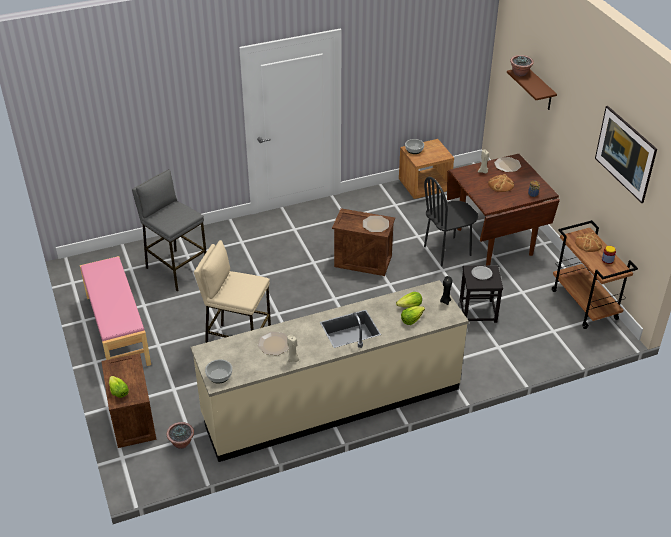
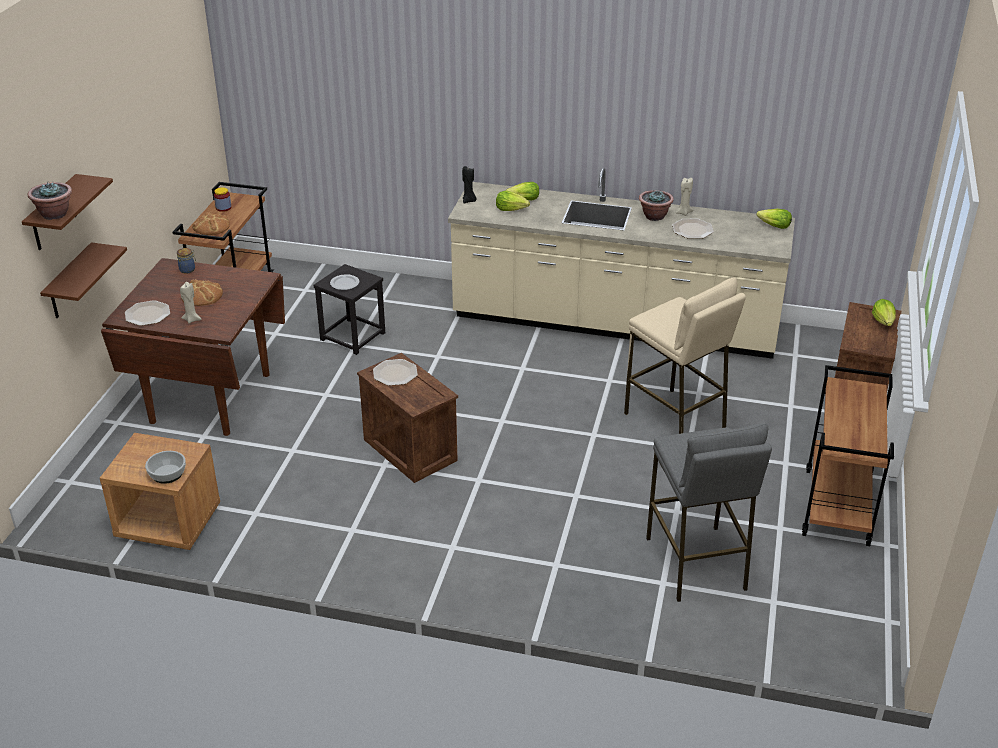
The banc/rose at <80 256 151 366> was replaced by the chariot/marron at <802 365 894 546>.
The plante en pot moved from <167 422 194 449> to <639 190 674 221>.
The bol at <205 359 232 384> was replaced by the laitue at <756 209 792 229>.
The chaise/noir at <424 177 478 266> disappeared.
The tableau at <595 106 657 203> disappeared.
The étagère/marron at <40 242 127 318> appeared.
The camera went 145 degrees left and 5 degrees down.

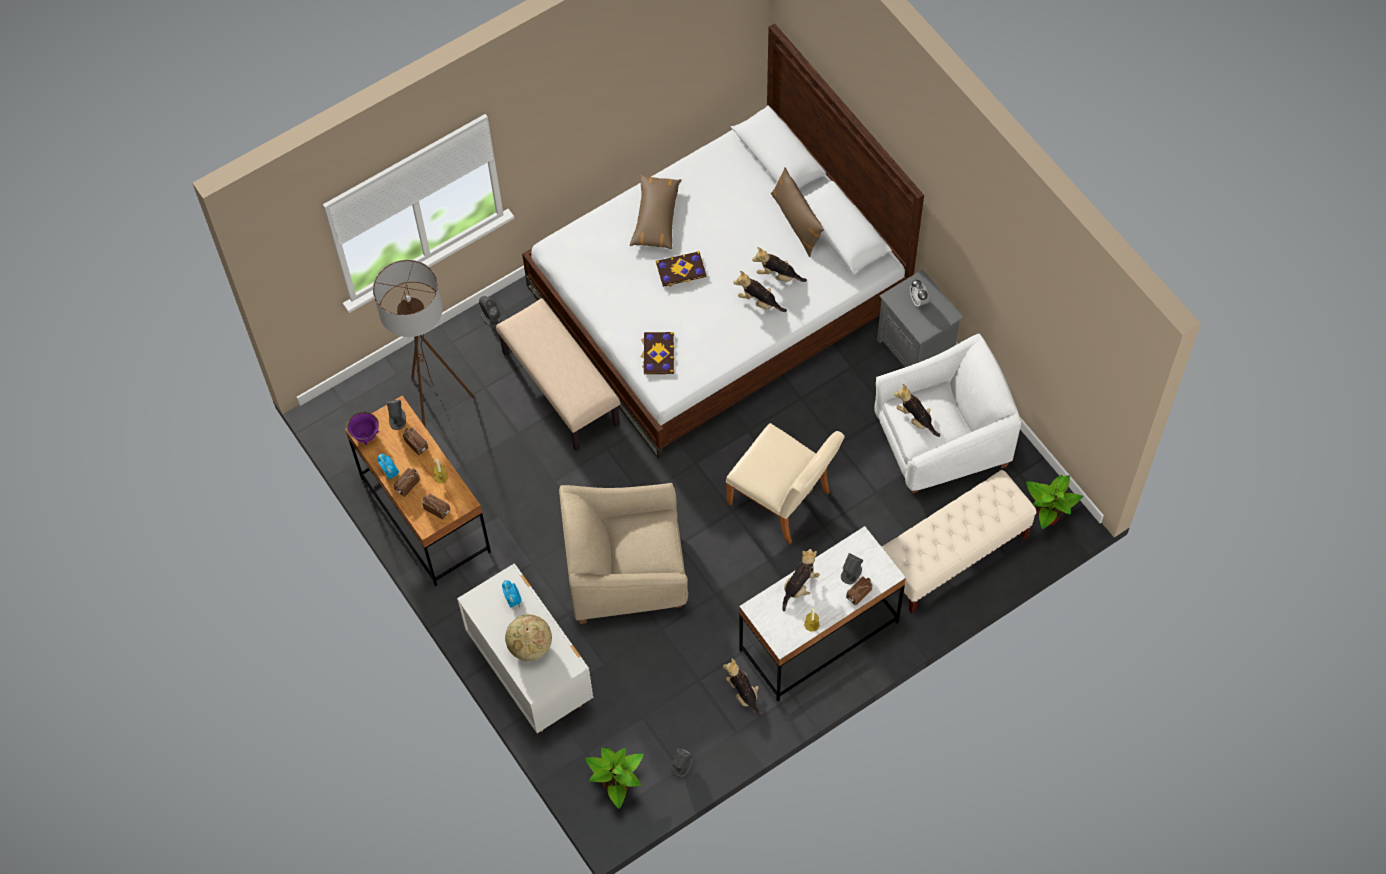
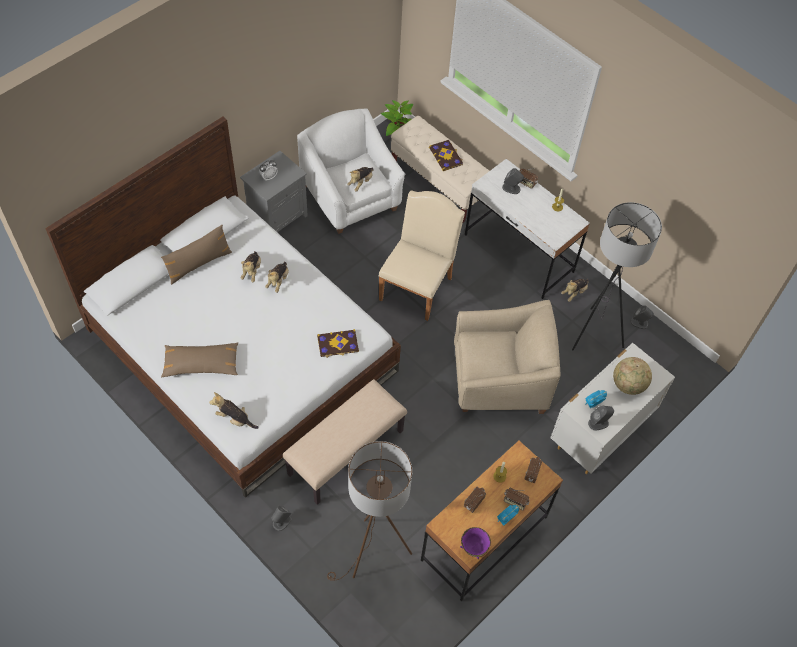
The enceinte/gris moved from <387 400 406 430> to <588 406 614 430>.
The fauteuil/beige at <559 483 688 624> turned 75 degrees counterclockwise.
The plante en pot at <585 747 644 809> disappeared.
The livre moved from <656 251 707 287> to <429 140 463 171>.
The peluche moved from <782 549 819 611> to <209 392 259 429>.
The lampadaire/gris at <572 202 662 350> appeared.
The camera went 105 degrees left and 5 degrees down.

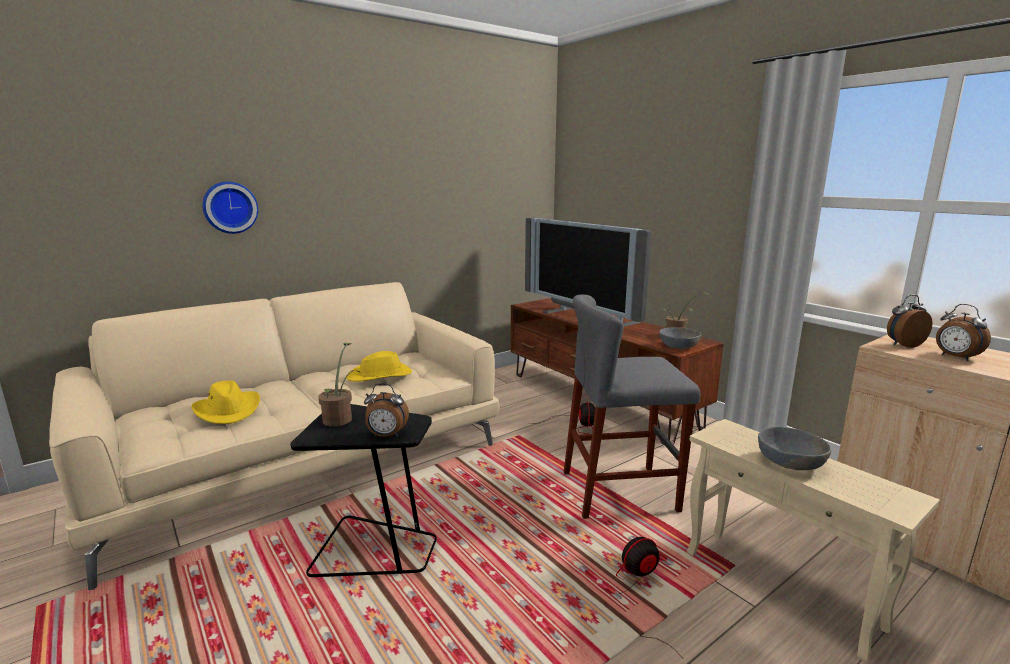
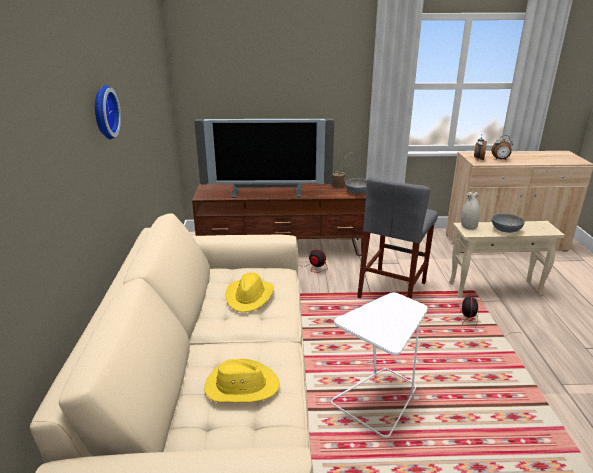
The horloge murale moved from <202 182 258 234> to <95 85 121 140>.
The table d'appoint/noir at <290 404 437 577> became the table d'appoint/blanc at <331 292 428 438>.
The plante en pot at <319 343 360 427> disappeared.
The réveil at <364 383 409 437> disappeared.
The vase/blanc at <461 192 480 230> appeared.
The camera went 55 degrees left and 10 degrees up.

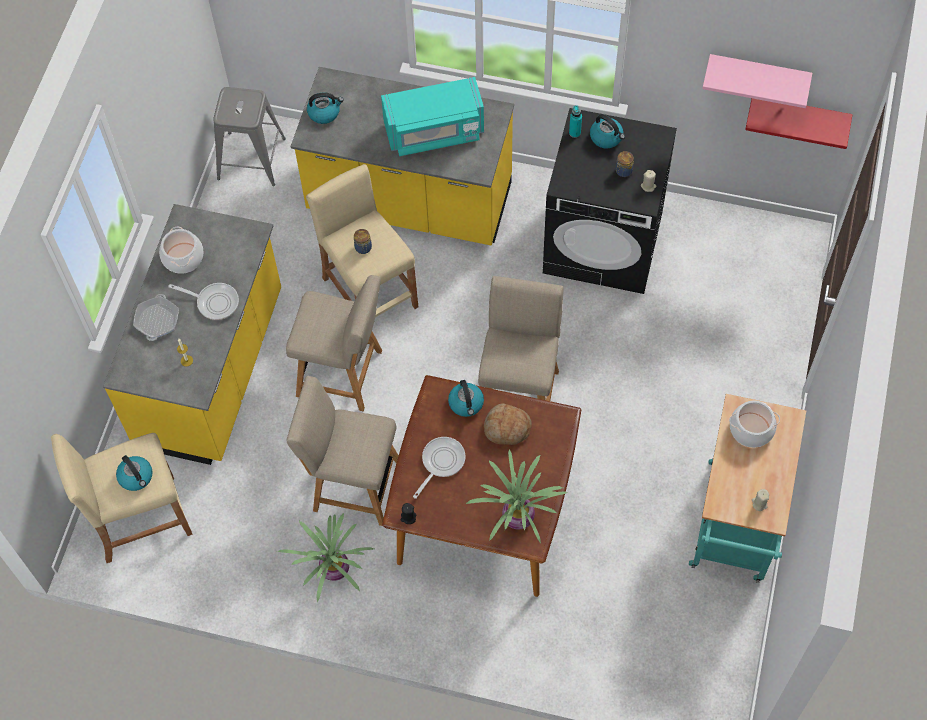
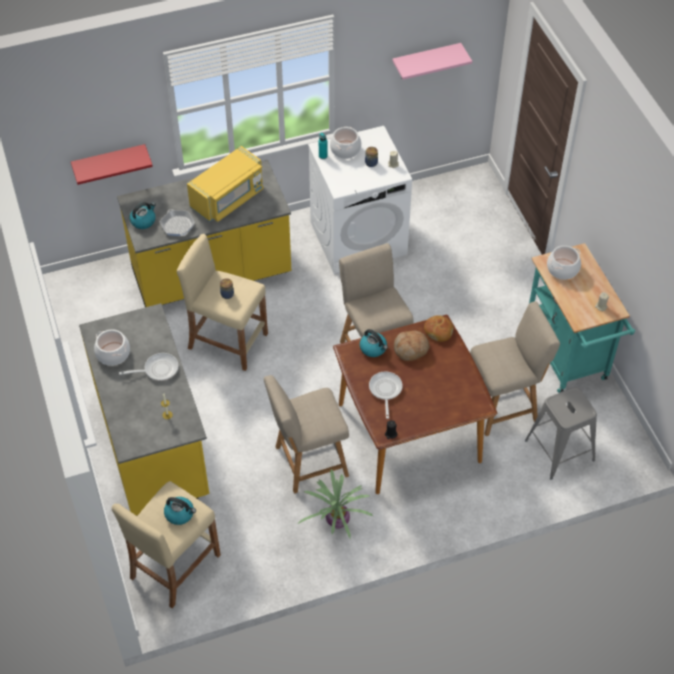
The poêle moved from <133 294 179 341> to <160 209 195 236>.
The tabouret/gris moved from <213 87 286 186> to <525 387 597 480>.
The chaise/beige moved from <286 275 382 411> to <470 301 560 436>.
The micro-ondes/turquoise at <381 77 484 156> became the micro-ondes/jaune at <187 146 264 222>.
The plante en pot at <466 450 568 543> disappeared.
The lave-linge/noir at <543 108 677 294> became the lave-linge/blanc at <308 126 412 274>.
The bouilloire at <590 114 625 149> was replaced by the marmite at <330 126 361 159>.
The étagère/rouge moved from <745 98 853 149> to <71 144 153 185>.
The pain at <424 315 453 342> appeared.
The camera went 35 degrees left and 10 degrees down.

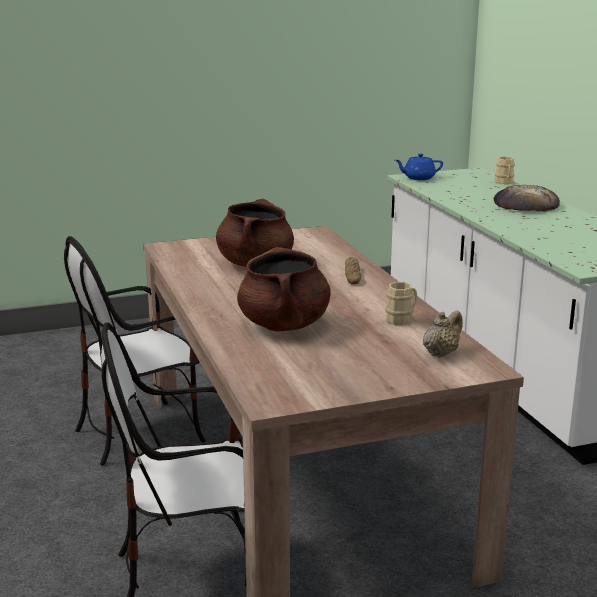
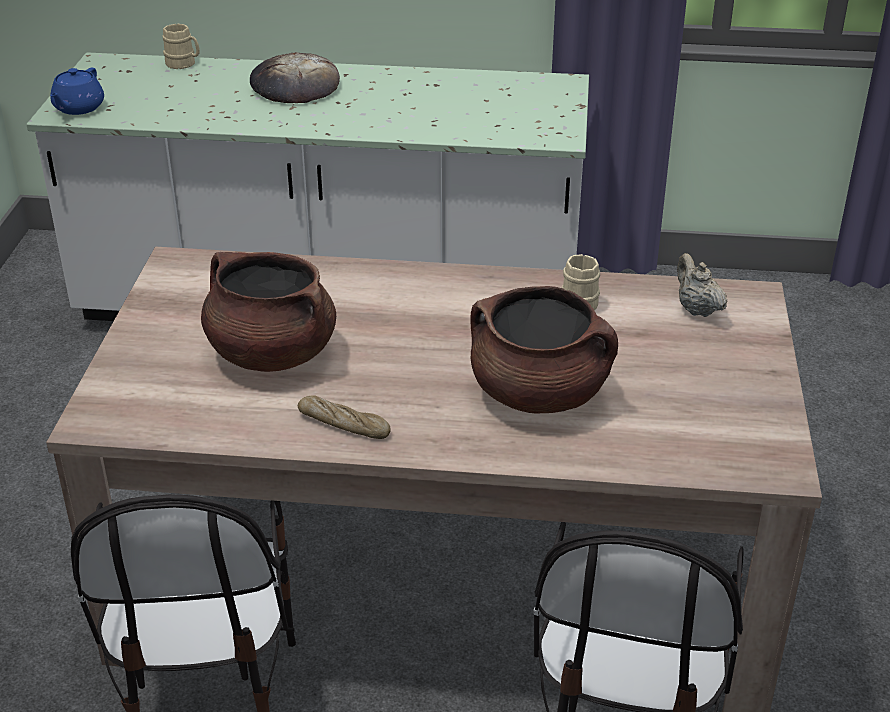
The pain moved from <345 257 361 285> to <298 396 391 439>.
The camera went 65 degrees left and 15 degrees up.

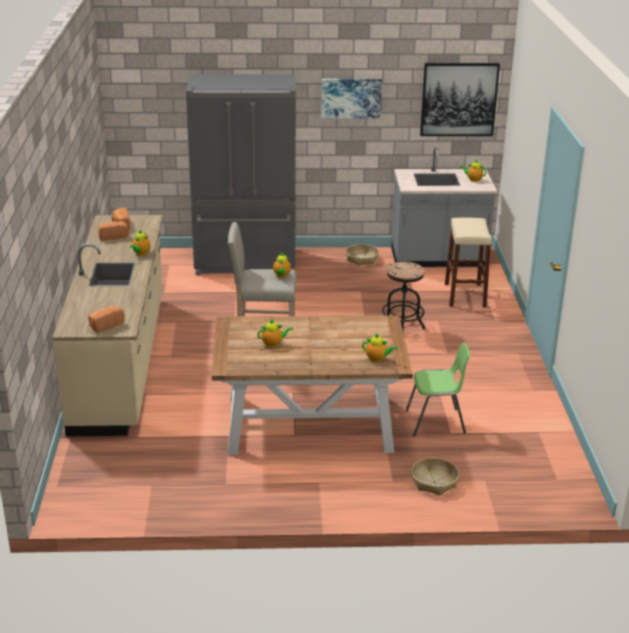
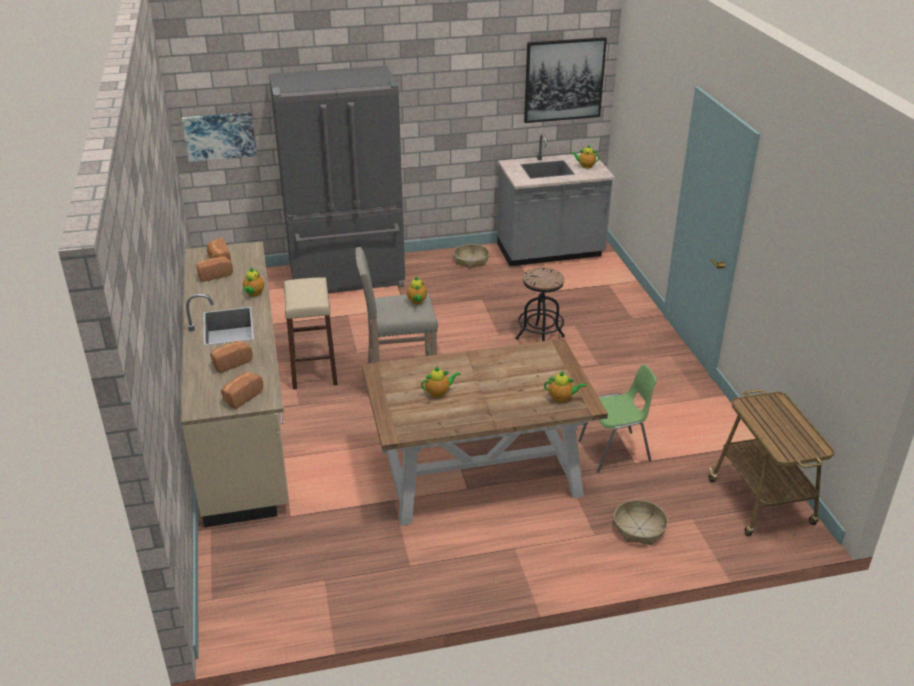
The tableau moved from <321 79 382 119> to <182 112 257 162>.
The tabouret/beige moved from <445 218 492 307> to <284 278 338 390>.
The pain at <210 341 253 373> appeared.
The chariot at <709 389 835 536> appeared.
The camera went 10 degrees left and 5 degrees up.

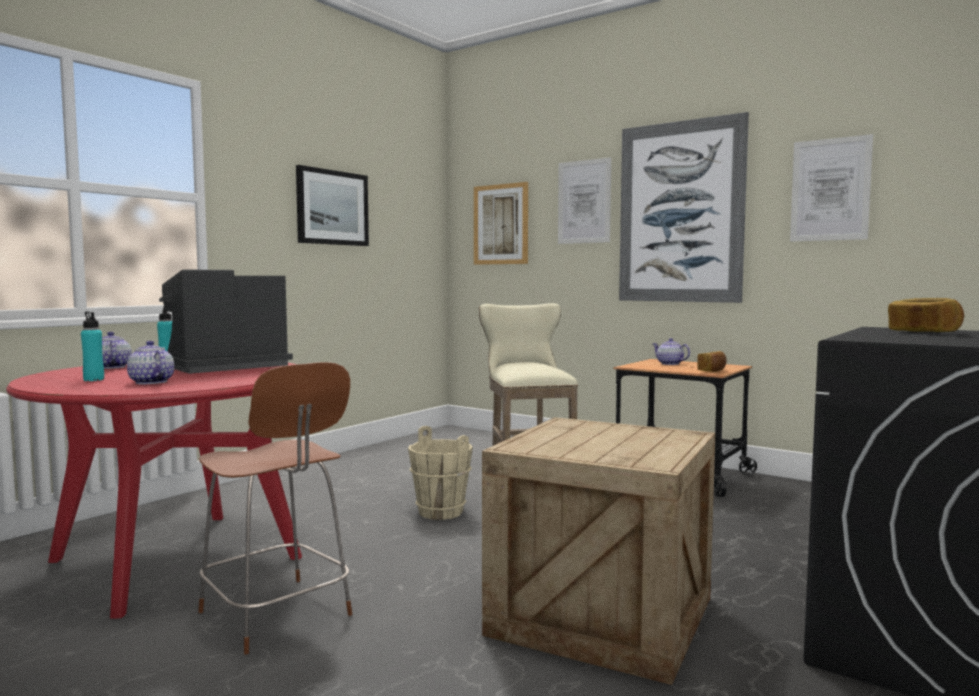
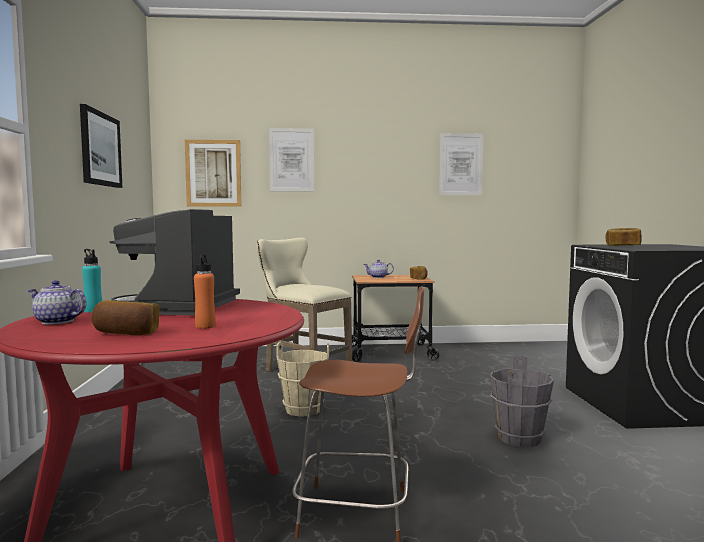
The bouteille/turquoise at <81 312 104 381> was replaced by the pain at <91 300 160 335>.
The théière at <127 341 174 384> was replaced by the bouteille/orange at <194 254 216 329>.
The caisse at <482 417 715 685> was replaced by the seau/gris at <490 355 554 447>.
The tableau at <619 112 749 303> disappeared.
The camera went 40 degrees left and 0 degrees up.

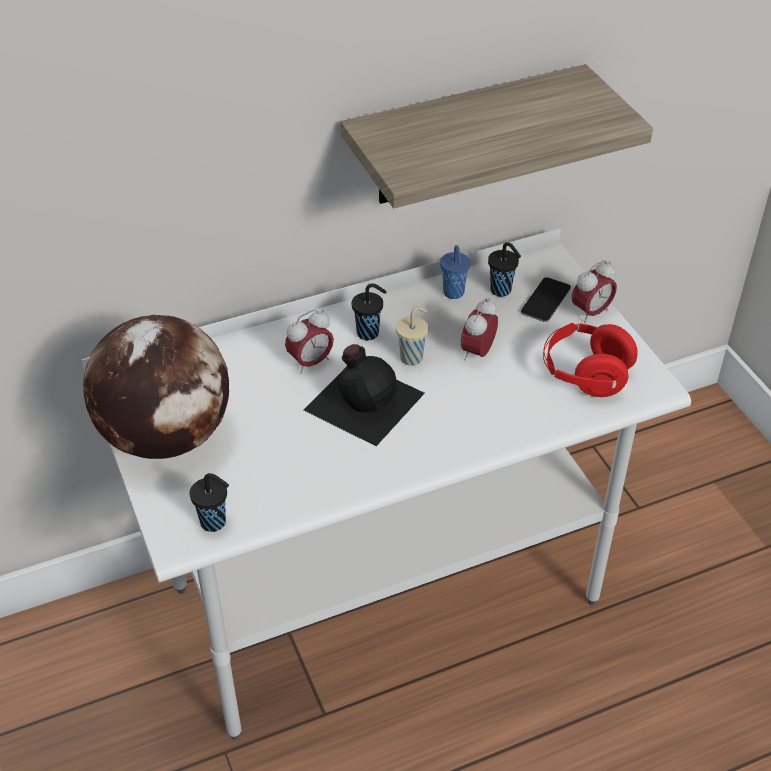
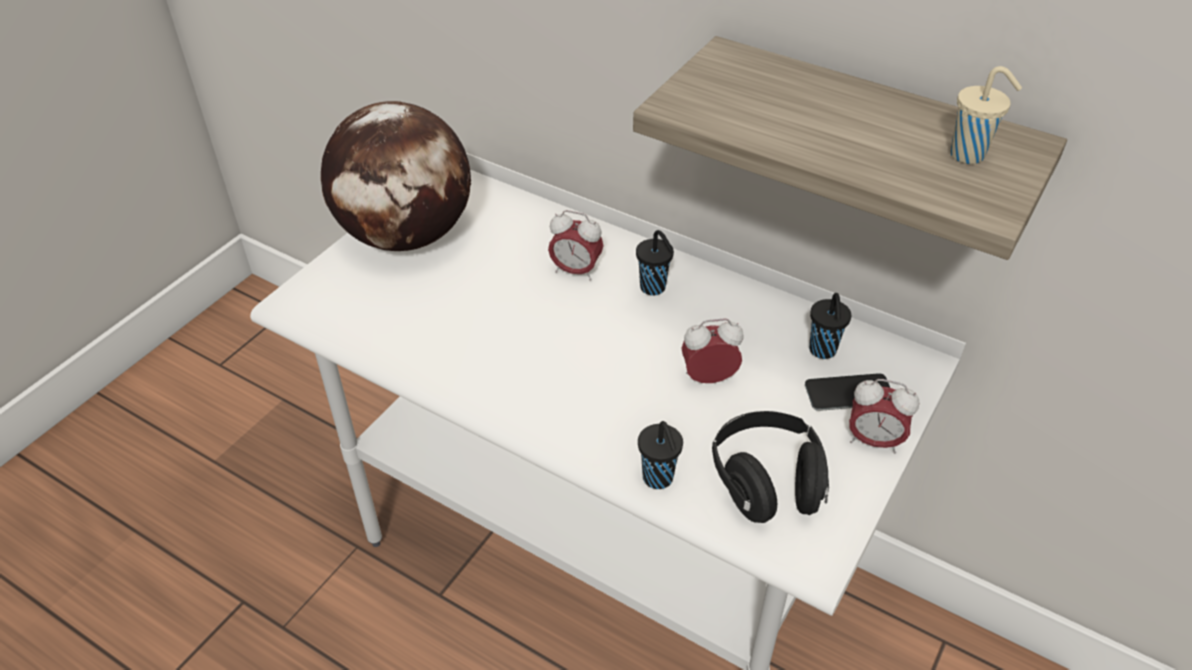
The tasse/noir moved from <190 473 229 532> to <638 421 683 489>.
The bouteille/noir at <304 344 425 446> disappeared.
The tasse/beige moved from <396 306 428 366> to <950 66 1022 164>.
The tasse/bleu at <440 245 471 299> disappeared.
The casque audio/rouge at <543 323 638 397> became the casque audio/noir at <712 411 829 523>.
The camera went 55 degrees right and 0 degrees up.

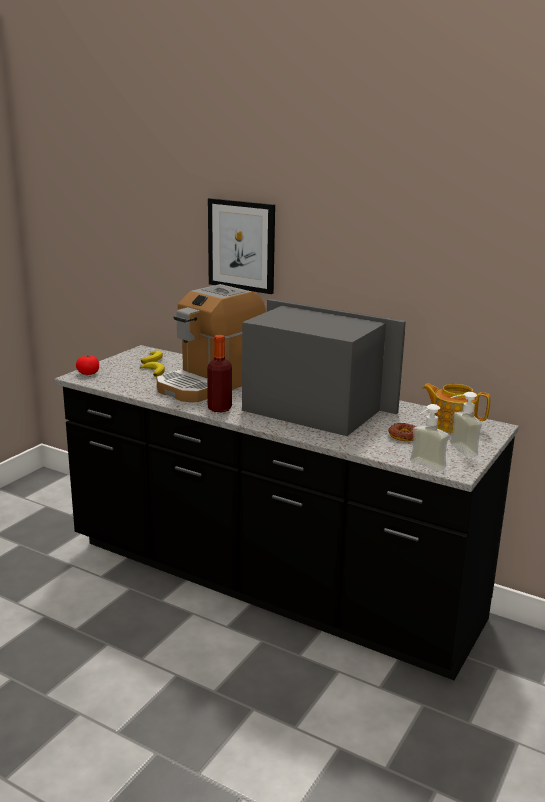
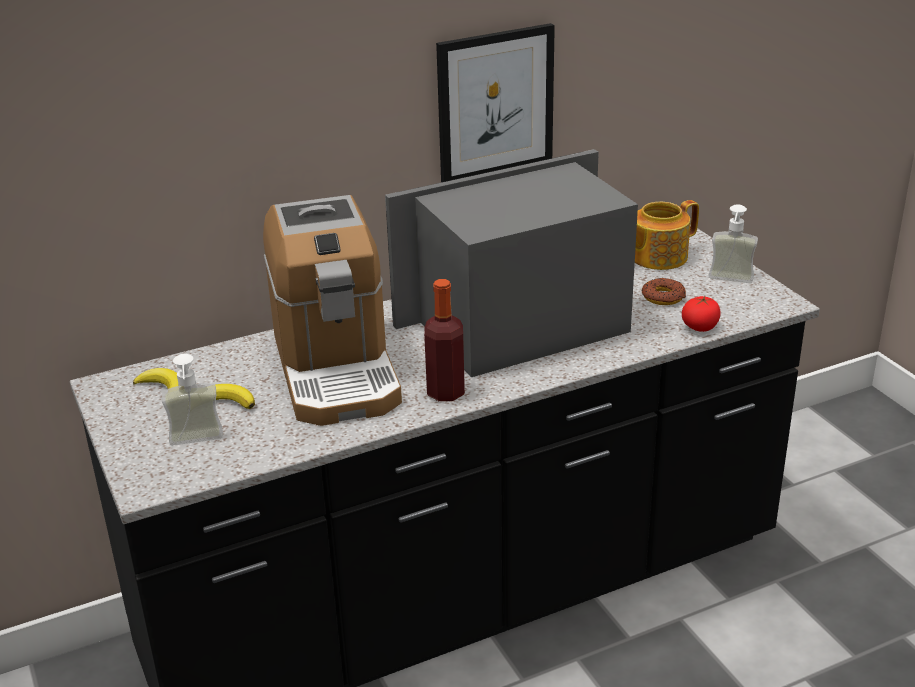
The tomate moved from <76 355 99 375> to <682 295 721 332>.
The tableau moved from <208 198 275 294> to <436 23 555 182>.
The distributeur de savon moved from <410 404 449 471> to <162 354 223 446>.
The camera went 55 degrees left and 10 degrees up.

